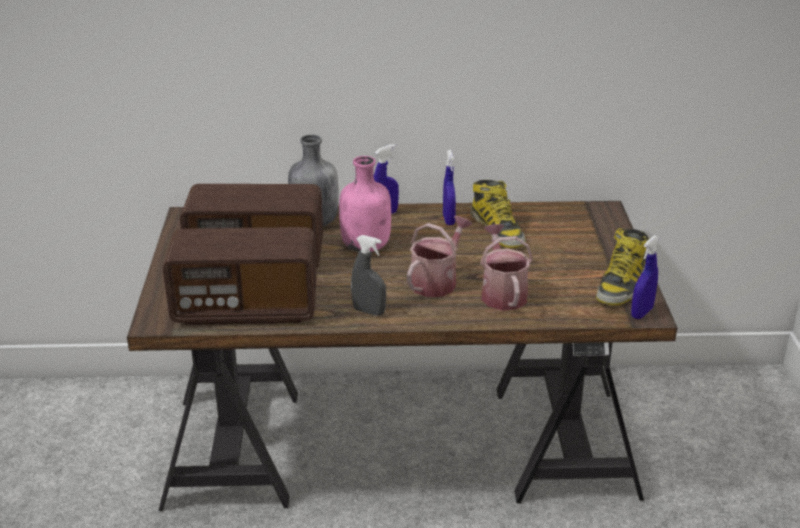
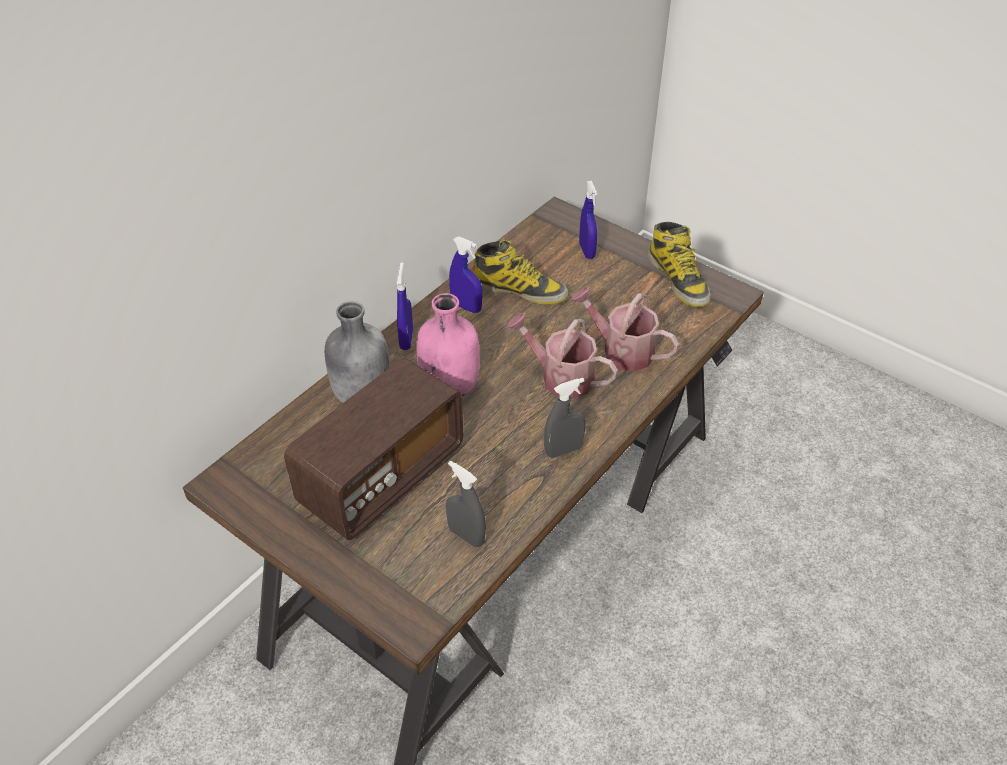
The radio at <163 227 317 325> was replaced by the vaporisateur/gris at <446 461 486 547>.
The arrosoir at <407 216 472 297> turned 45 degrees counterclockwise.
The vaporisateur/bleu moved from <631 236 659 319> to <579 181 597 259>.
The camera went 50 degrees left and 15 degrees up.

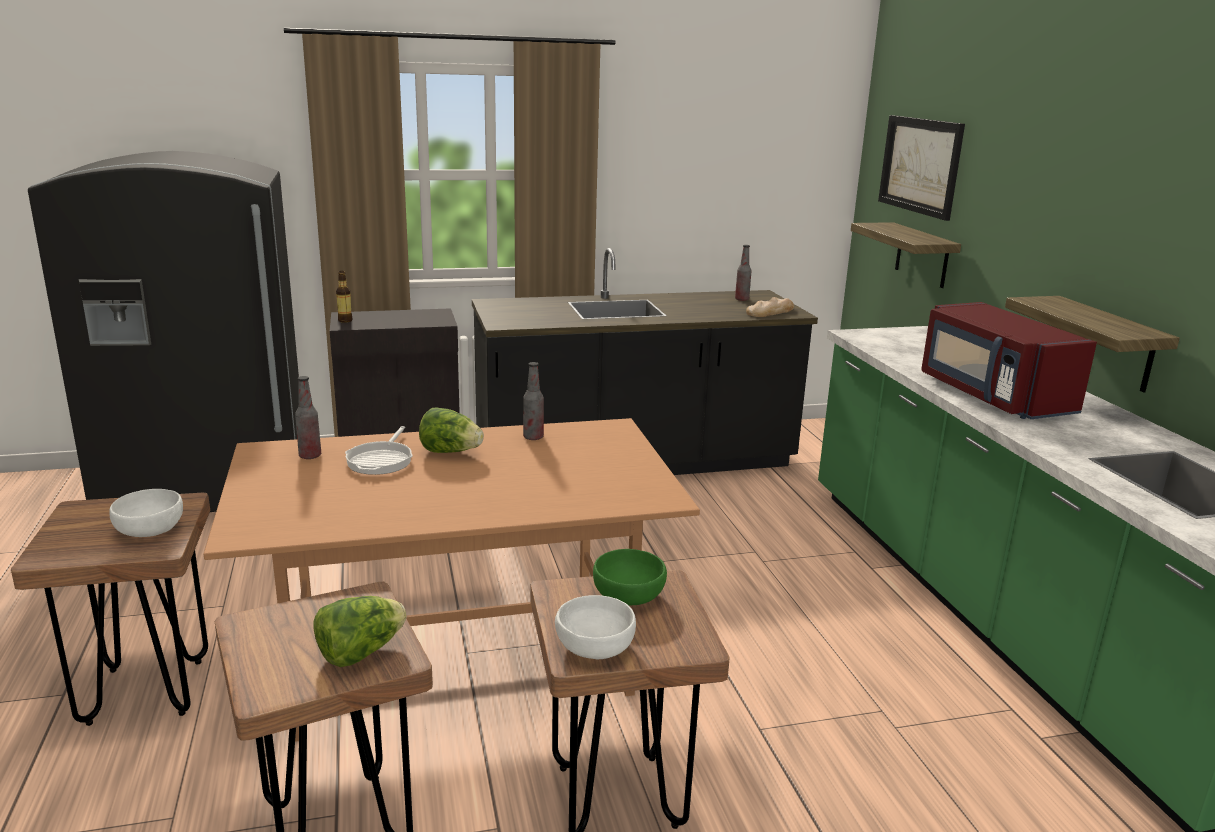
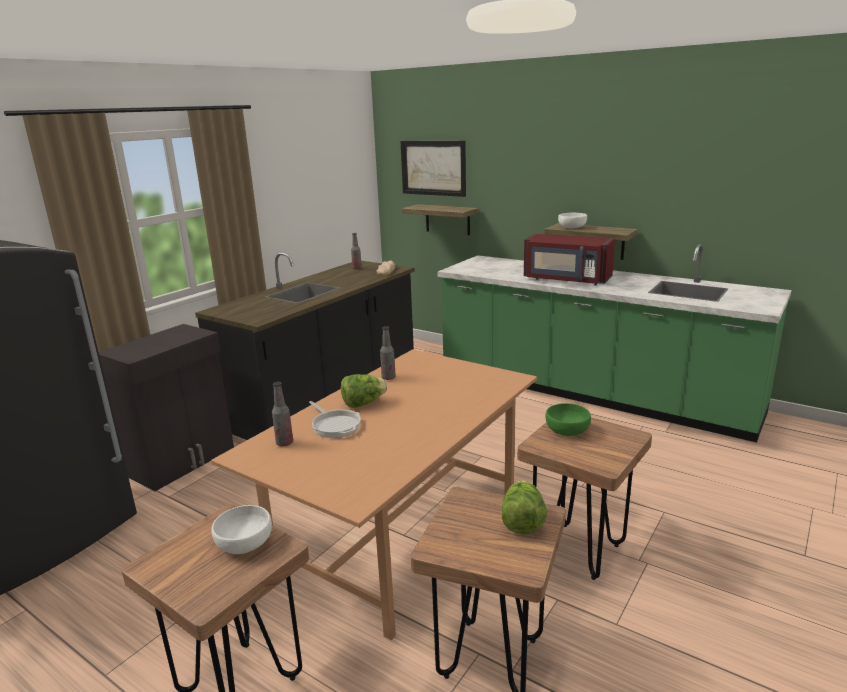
The bouteille at <336 271 352 323> disappeared.
The bol/blanc moved from <555 595 636 659> to <558 213 587 228>.
The camera went 40 degrees left and 0 degrees up.

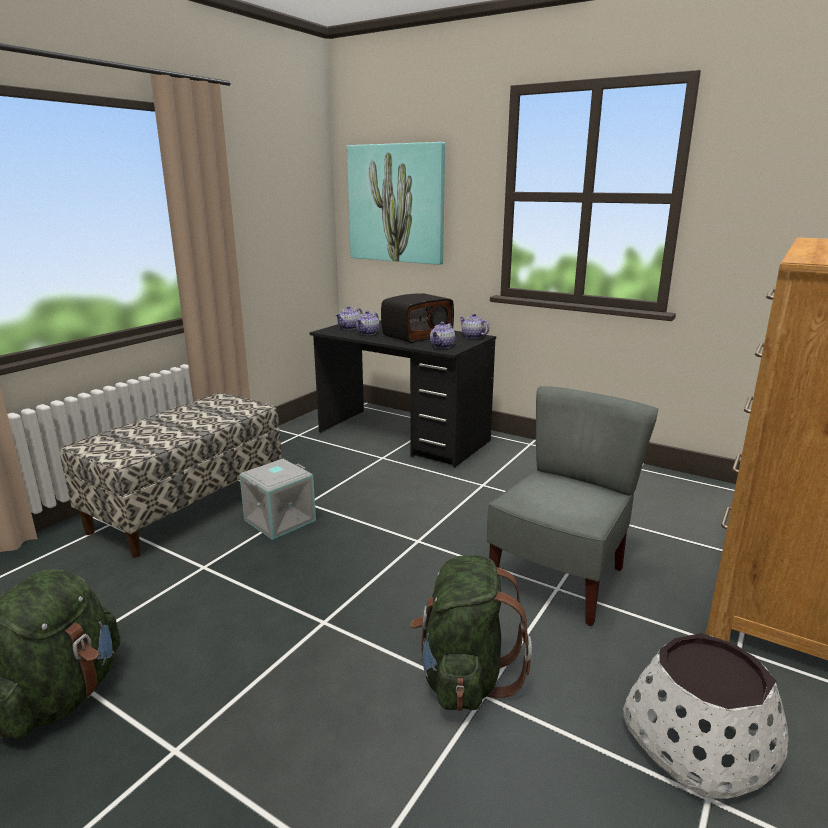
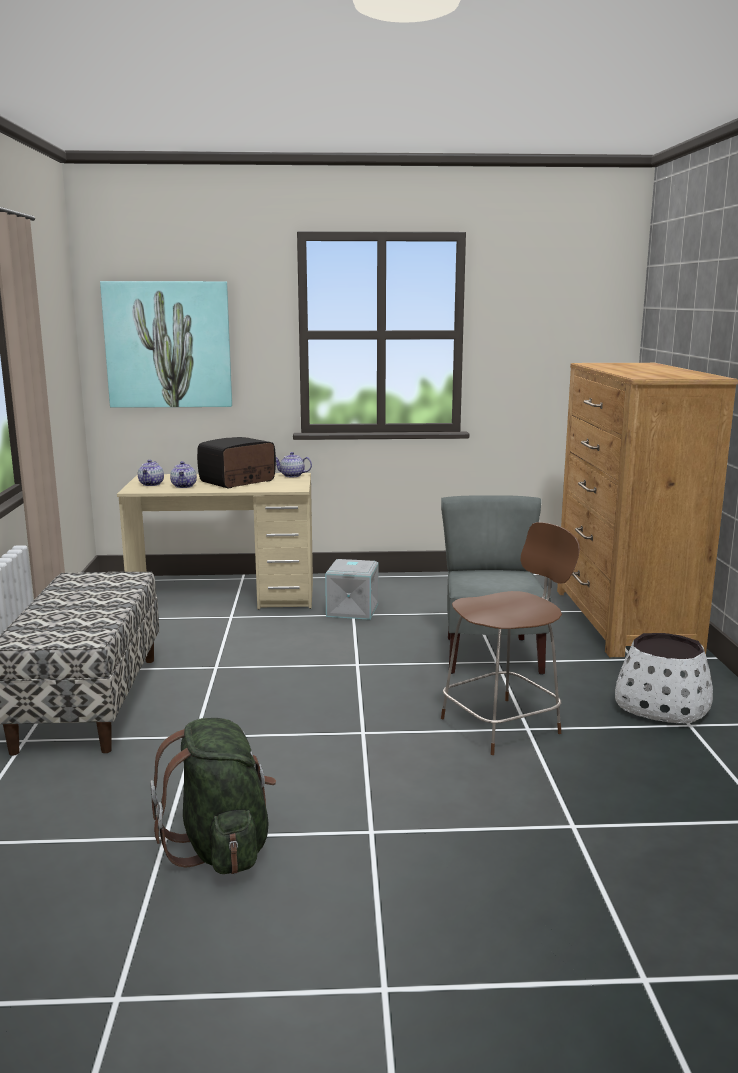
The boîte de rangement/gris moved from <239 459 316 540> to <325 559 378 620>.
The bureau/noir at <309 320 496 468> became the bureau/beige at <117 473 313 610>.
The radio at <381 293 454 343> turned 150 degrees counterclockwise.
The sac à dos/vert at <410 555 532 711> was replaced by the chaise/marron at <441 522 580 755>.
The théière at <430 322 455 348> disappeared.
The camera went 35 degrees left and 5 degrees down.

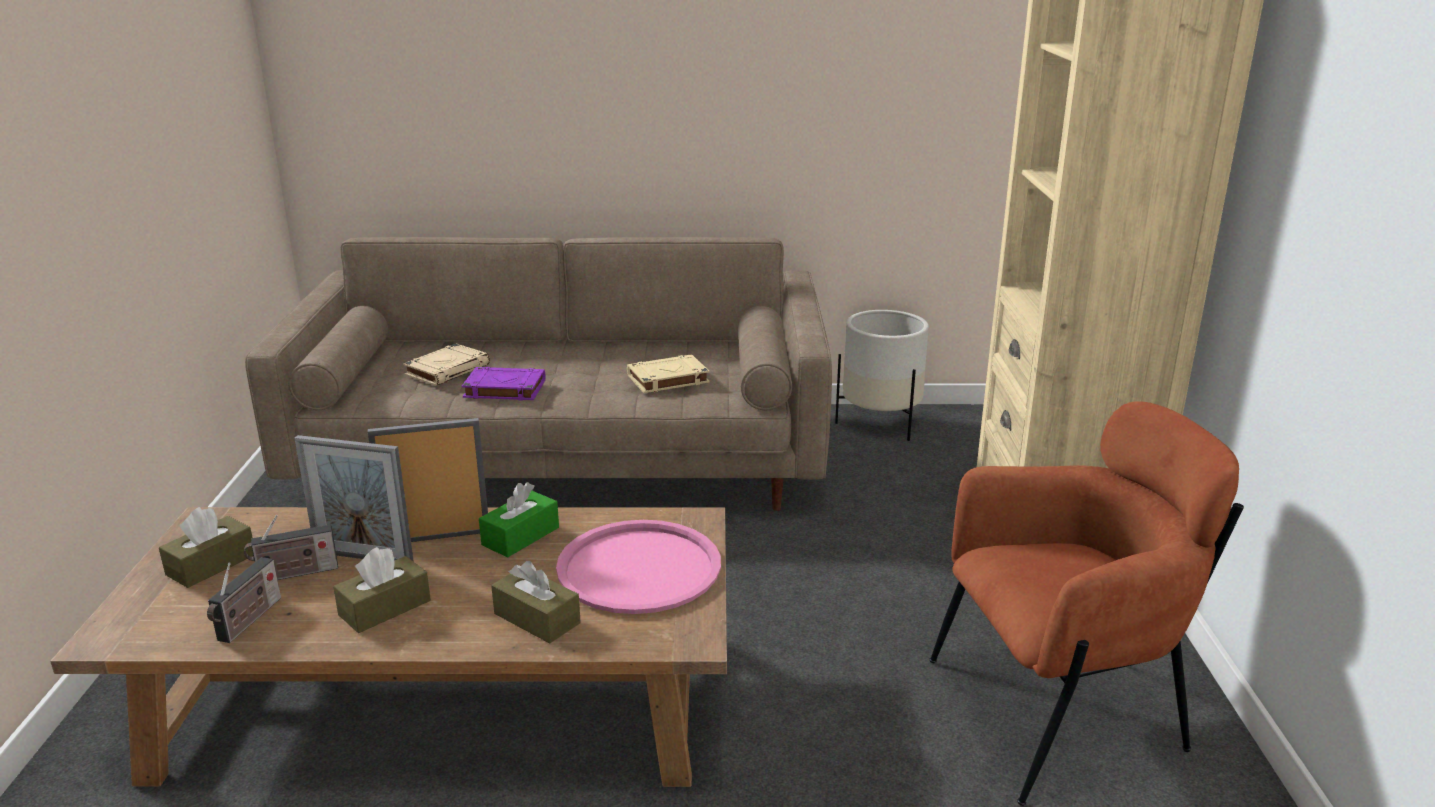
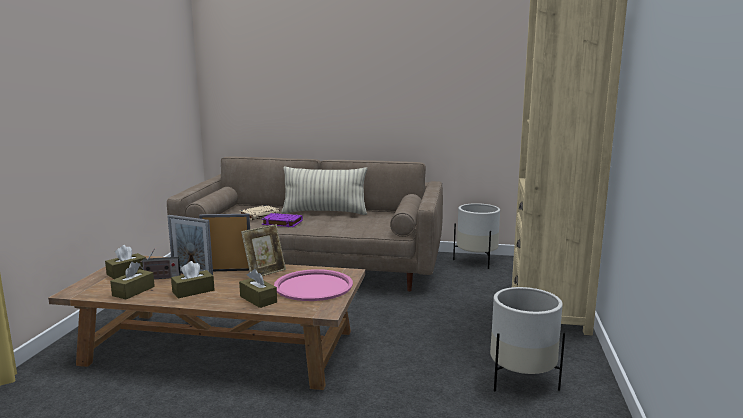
The radio at <207 557 281 643> was replaced by the boîte à mouchoirs/marron at <110 262 155 299>.
The boîte à mouchoirs/vert at <479 482 559 557> was replaced by the cadre photo at <241 224 286 276>.
The livre/beige at <627 354 710 393> disappeared.
The fauteuil/marron at <929 401 1244 806> was replaced by the cache-pot/blanc at <490 287 565 391>.
The coussin at <281 167 367 215> appeared.
The camera went 10 degrees right and 10 degrees down.

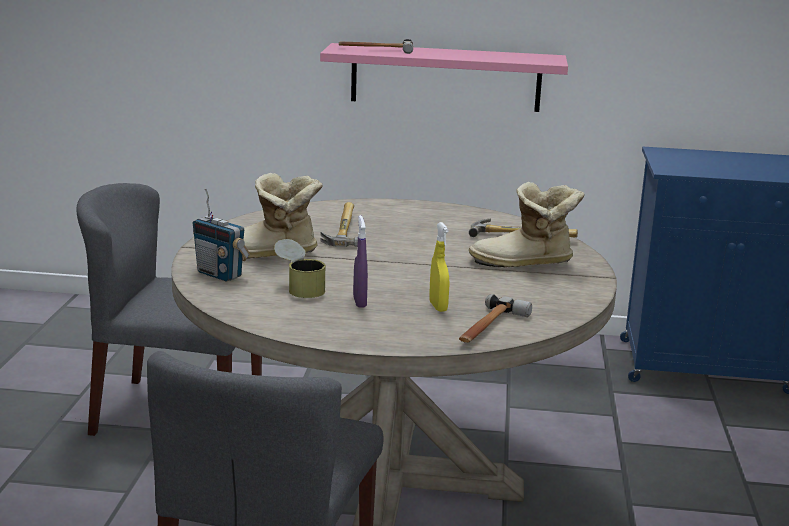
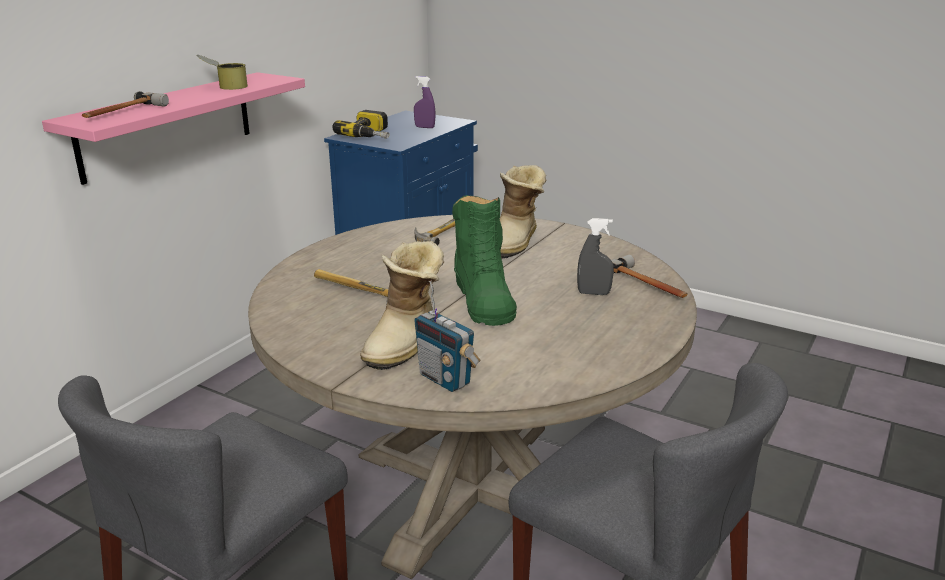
The radio at <193 189 250 281> turned 75 degrees clockwise.
The boîte métallique moved from <274 239 326 298> to <197 55 248 90>.
The vaporisateur/violet moved from <353 215 368 308> to <414 76 435 128>.
The vaporisateur/jaune at <429 222 449 312> became the vaporisateur/gris at <577 218 614 295>.
The perceuse at <332 110 389 139> appeared.
The botte/vert at <452 195 517 326> appeared.
The camera went 65 degrees left and 5 degrees up.

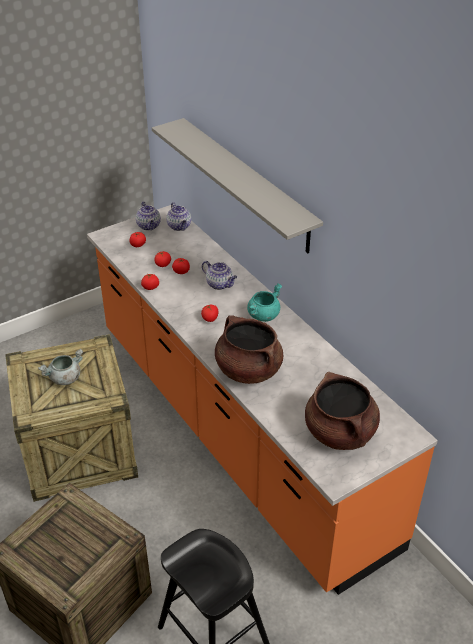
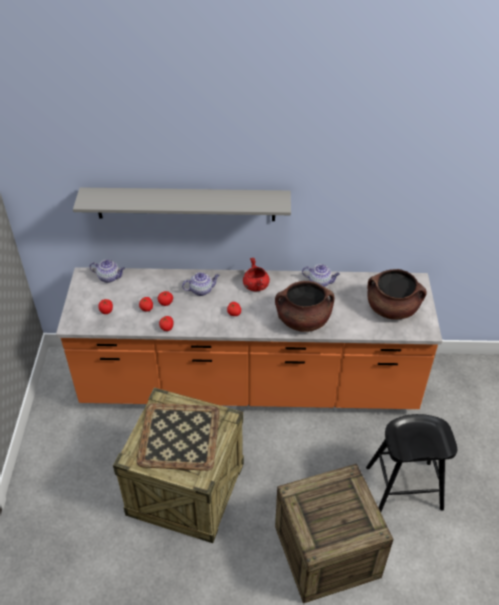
The marmite/gris at <38 349 83 385> was replaced by the plateau at <137 403 220 471>.
The théière moved from <136 202 161 231> to <302 264 340 287>.
The marmite/turquoise at <247 284 282 322> became the marmite/rouge at <243 258 270 291>.
The camera went 55 degrees left and 5 degrees up.

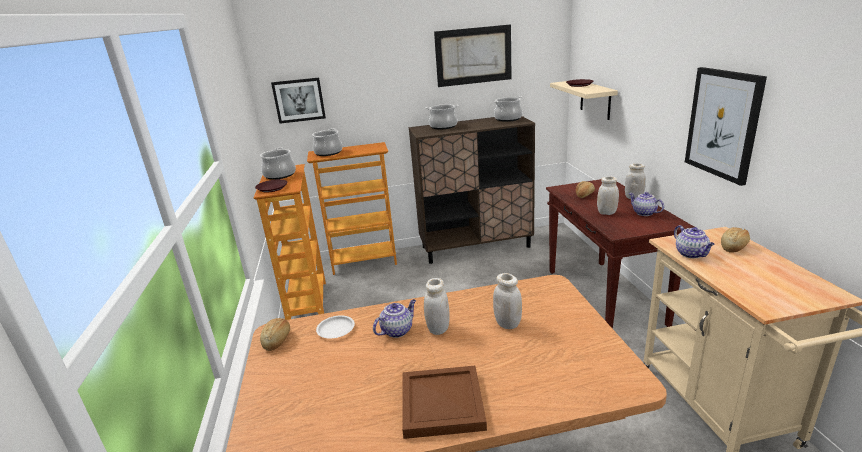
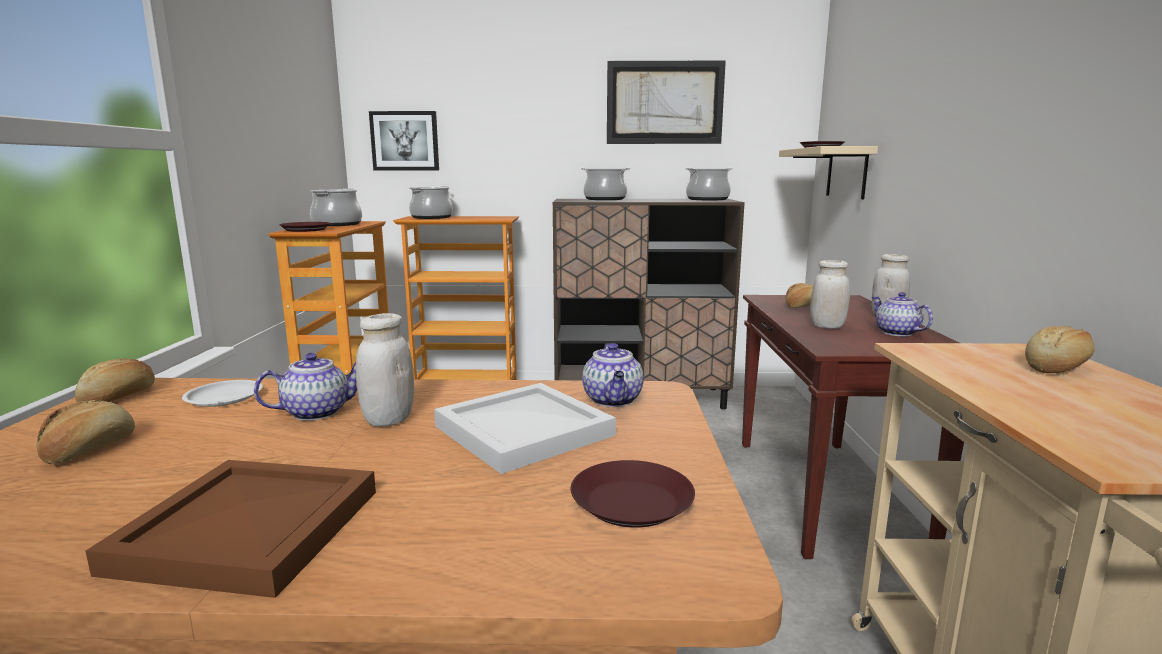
The bocal/blanc at <493 273 522 329> was replaced by the plateau/blanc at <434 383 616 474>.
The théière moved from <674 225 715 258> to <582 343 644 407>.
The tableau at <685 67 767 186> disappeared.
The pain at <37 400 135 464> appeared.
The assiette/marron at <571 460 695 528> appeared.
The camera went 10 degrees right and 10 degrees down.

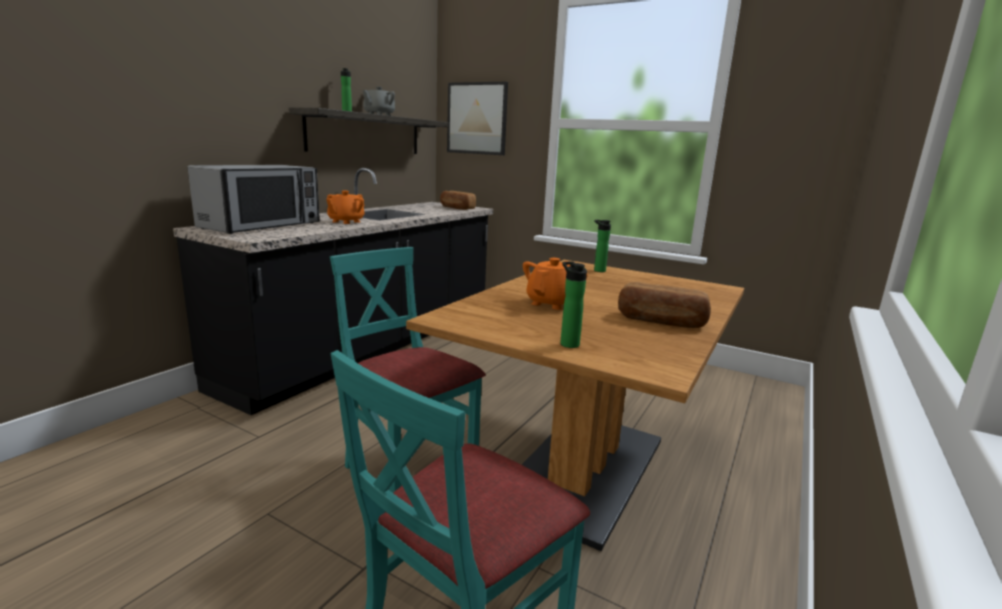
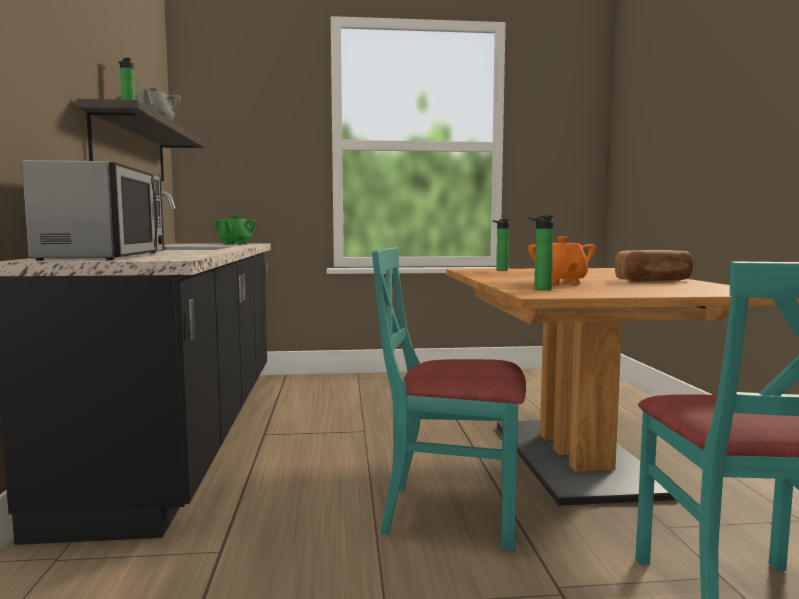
The théière/orange at <326 191 364 224> disappeared.
The pain at <440 191 476 210> was replaced by the théière/vert at <214 215 256 244>.
The tableau at <447 82 508 155> disappeared.
The bouteille moved from <560 261 587 348> to <529 215 554 290>.
The camera went 35 degrees left and 10 degrees down.

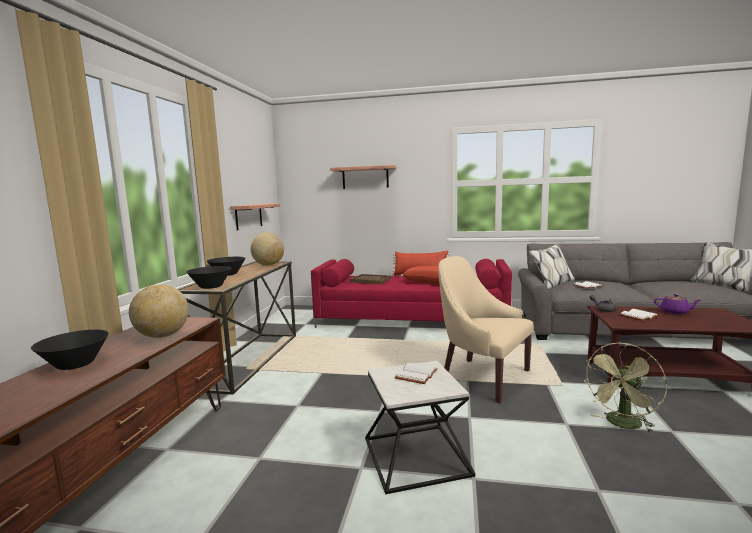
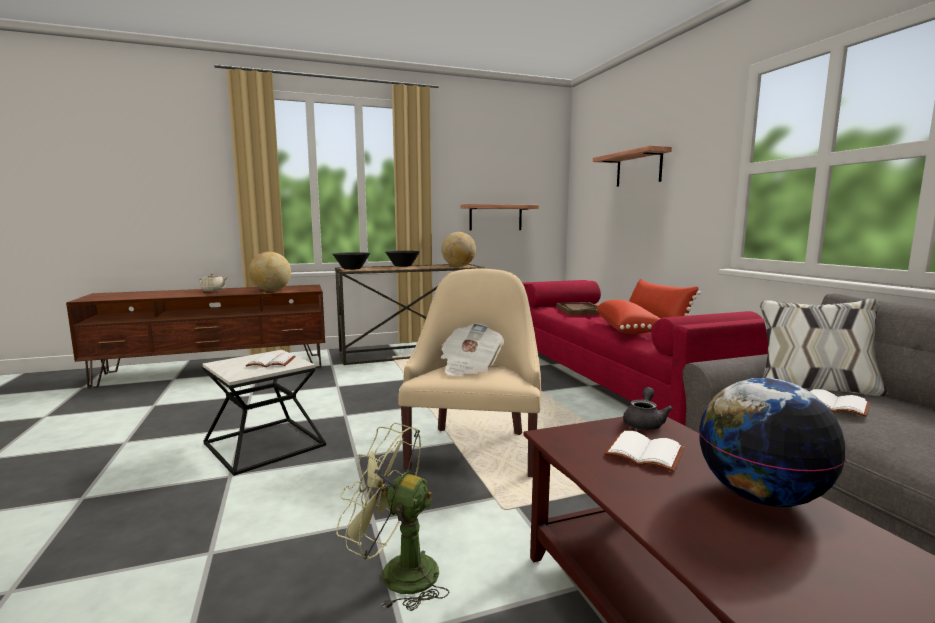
The bol/noir at <31 330 109 370> was replaced by the théière/beige at <199 273 227 292>.
The théière/violet at <654 294 701 315> was replaced by the globe at <699 378 846 507>.
The journal at <441 323 504 376> appeared.
The camera went 60 degrees right and 0 degrees up.

